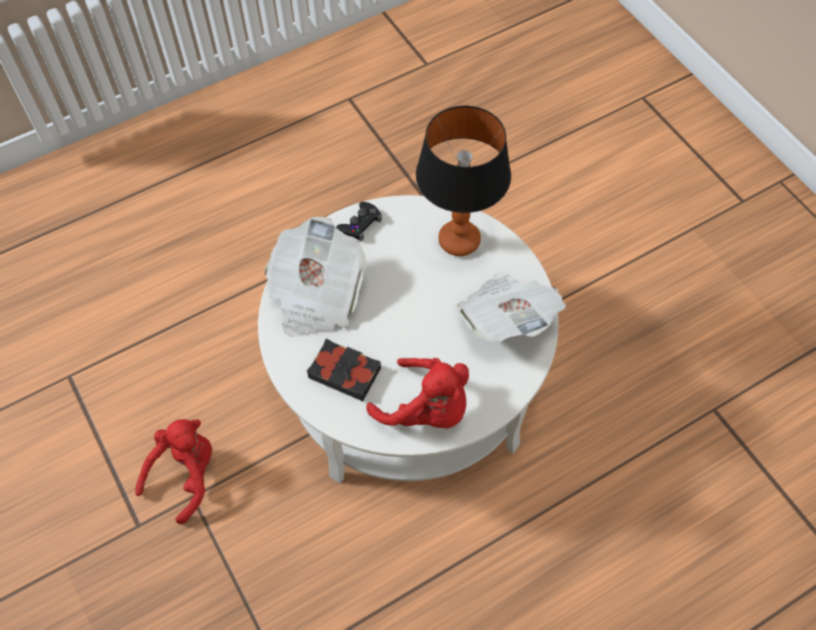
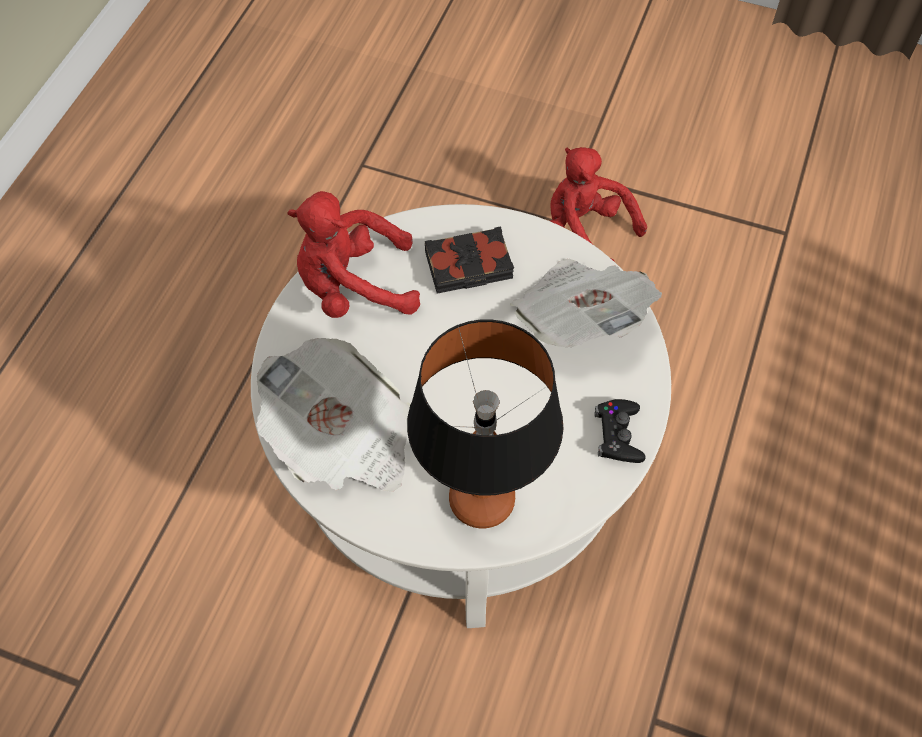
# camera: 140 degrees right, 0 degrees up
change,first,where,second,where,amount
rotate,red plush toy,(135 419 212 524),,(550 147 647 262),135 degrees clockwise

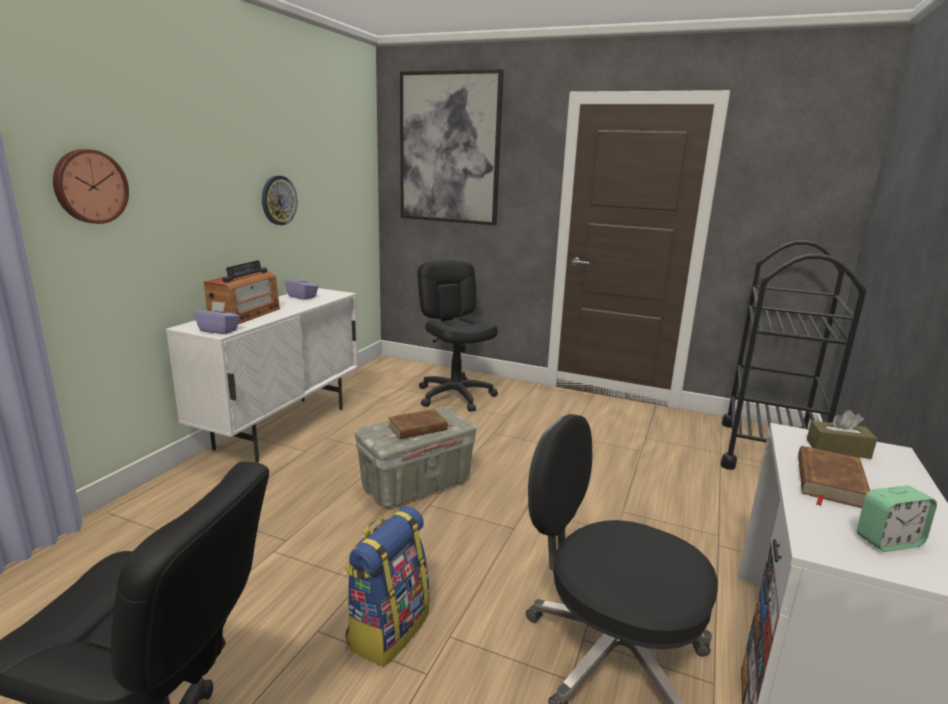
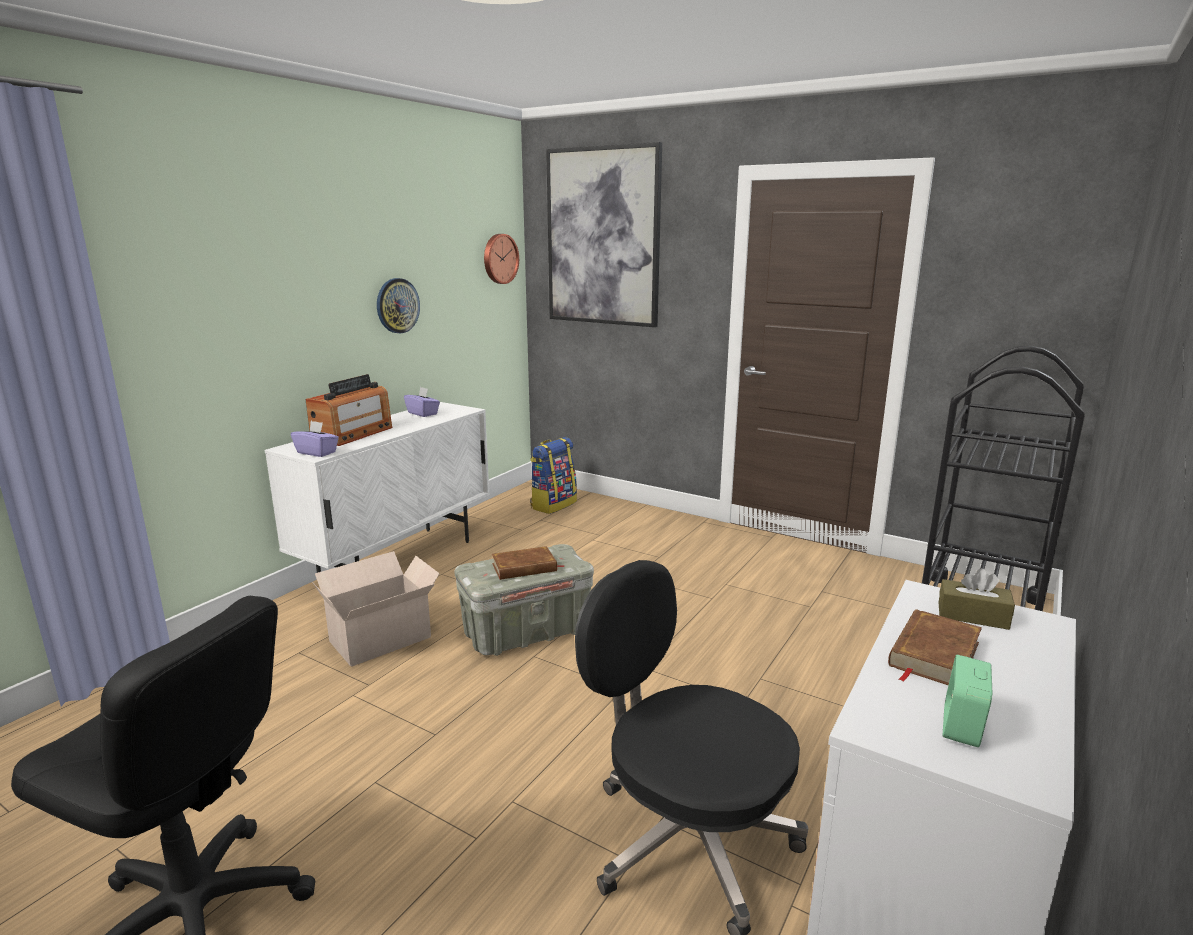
# camera: 10 degrees right, 0 degrees up
change,first,where,second,where,amount
insert,,,cardboard box,(312 551 440 667),
move,wall clock,(53 149 129 224),,(484 234 519 284),
move,backpack,(345 506 430 667),,(530 437 577 514),
rotate,alarm clock,(857 485 937 552),,(943 654 992 747),120 degrees clockwise
delete,black office chair,(417 260 498 412),,,

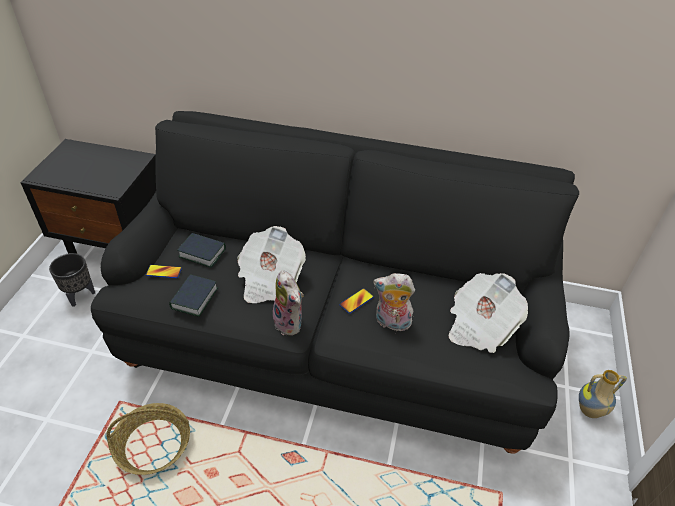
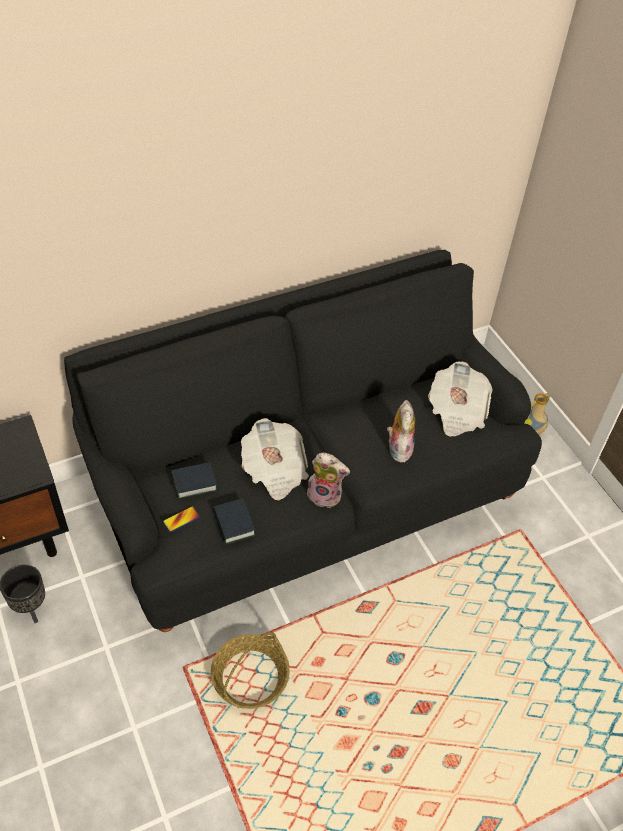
# camera: 40 degrees left, 5 degrees up
change,first,where,second,where,amount
rotate,plush toy,(373 273 415 331),,(387 400 415 463),120 degrees clockwise
delete,phone,(339 288 374 314),,,

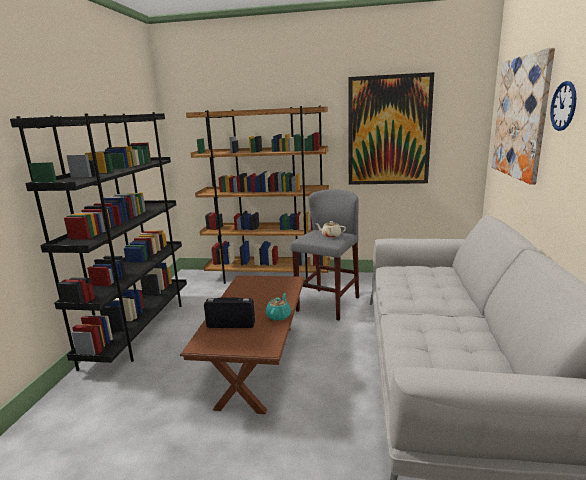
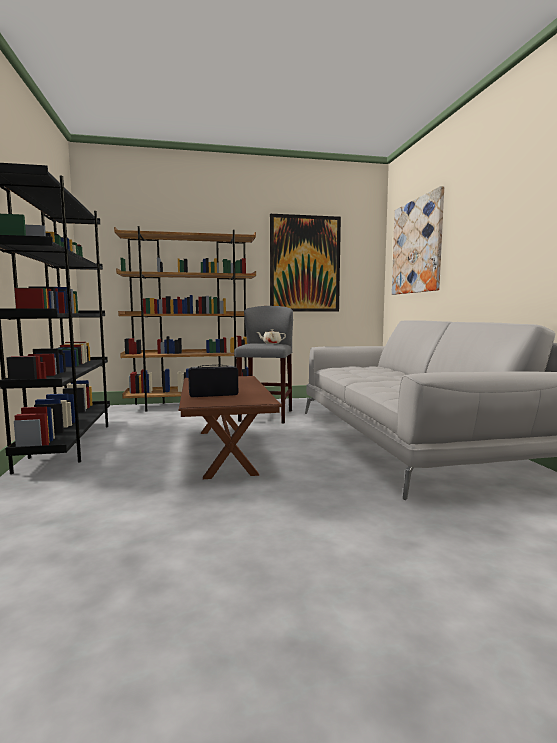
# camera: 20 degrees left, 10 degrees down
change,first,where,second,where,amount
delete,turquoise teapot,(265 293 291 321),,,
delete,wall clock,(550 81 577 131),,,

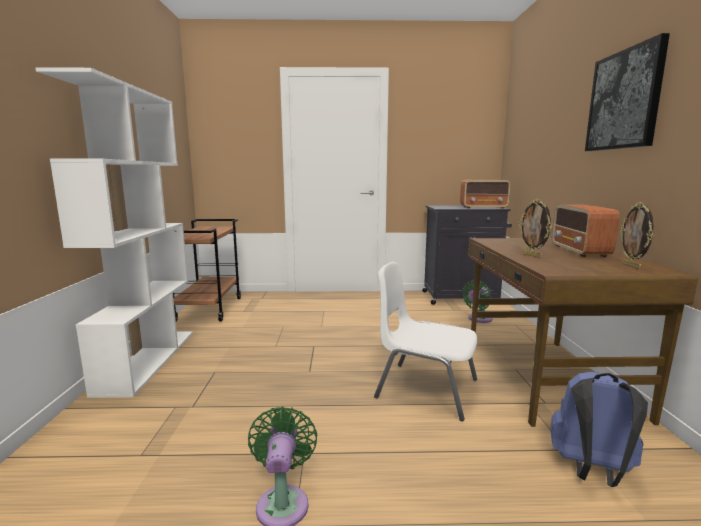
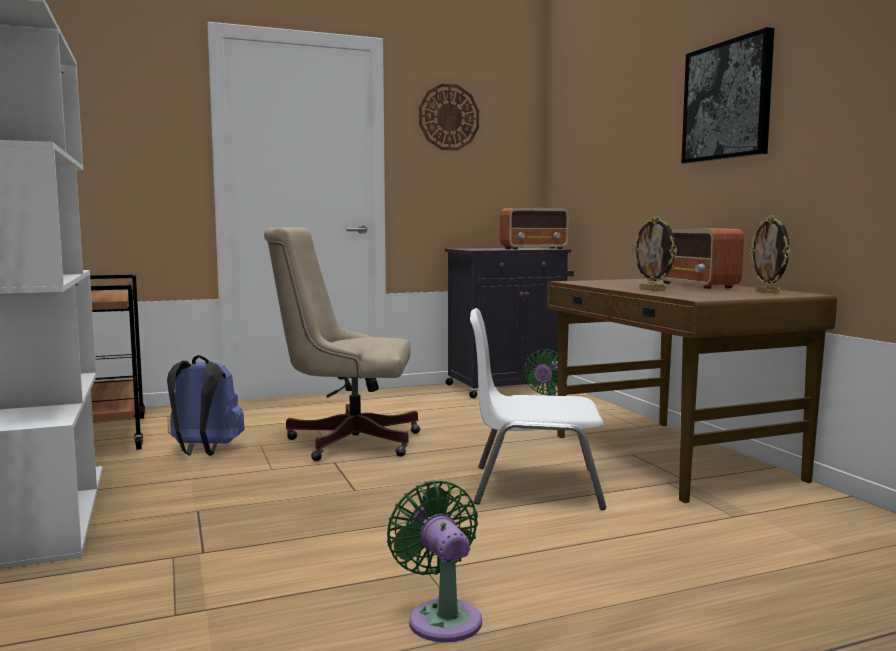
# camera: 20 degrees left, 5 degrees down
change,first,where,second,where,amount
move,blue backpack,(550 372 648 487),,(167 355 245 456),
insert,,,beige office chair,(264 227 420 461),
insert,,,wall clock,(419 84 479 151),

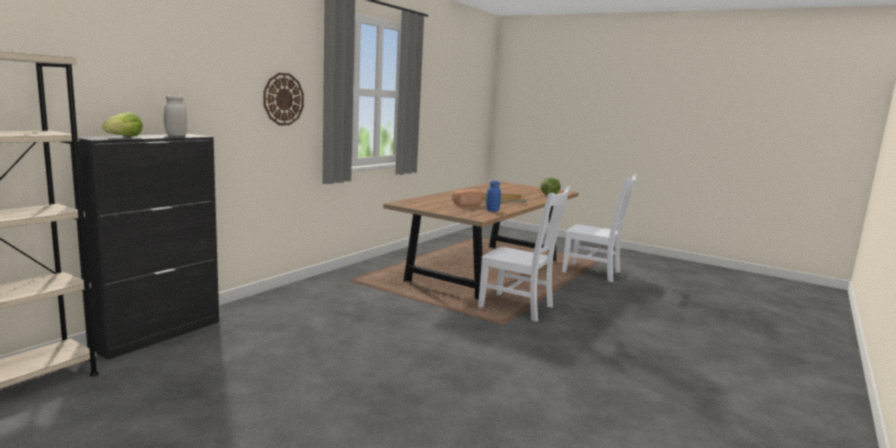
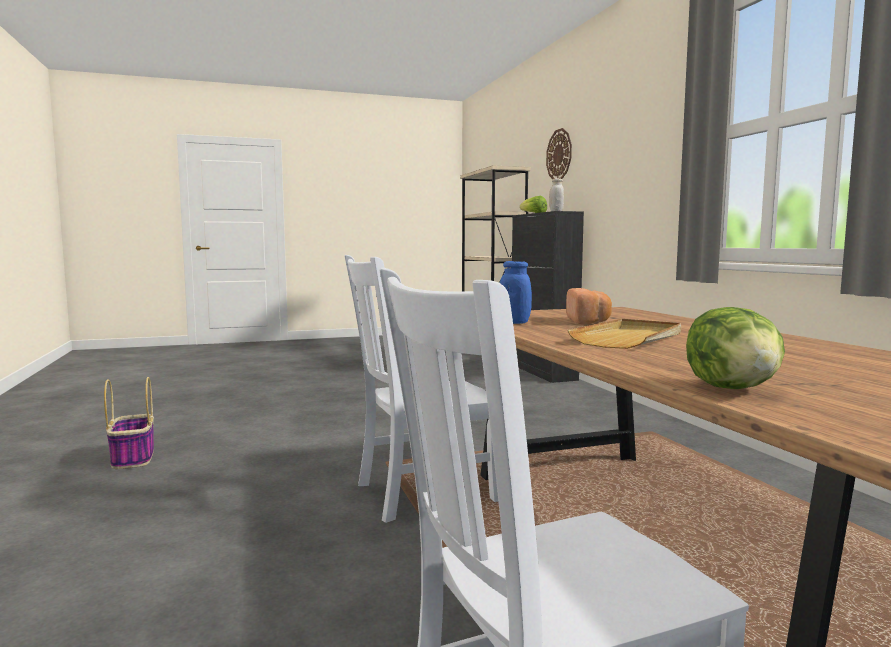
# camera: 130 degrees right, 5 degrees down
change,first,where,second,where,amount
insert,,,basket,(104 377 154 469),
move,wall clock,(263 73 304 125),,(546 128 572 179),

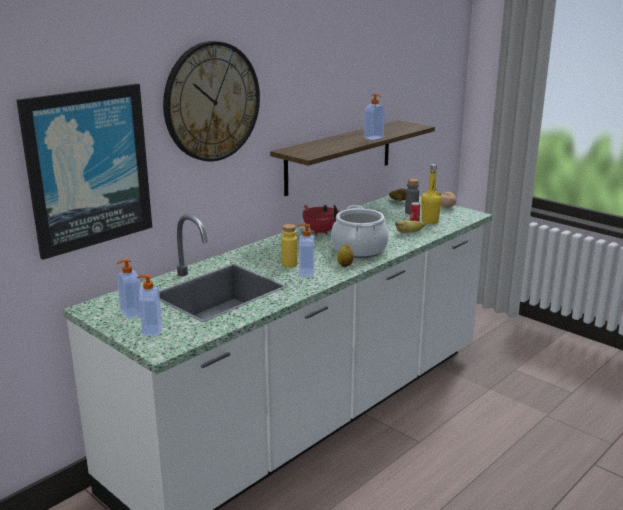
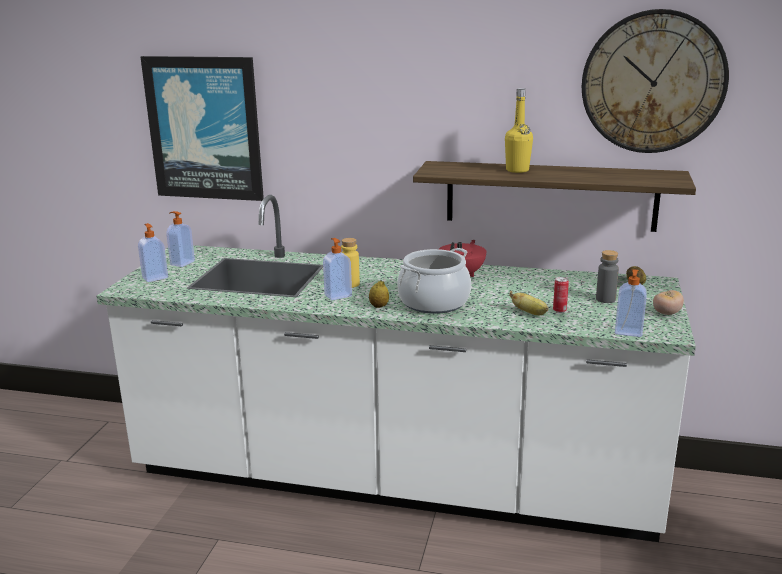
# camera: 60 degrees right, 0 degrees up
change,first,where,second,where,amount
move,yellow bottle,(421 164 442 224),,(505 88 533 173),
move,wall clock,(163 41 260 161),,(582 9 729 153),
move,soap dispenser,(364 94 385 140),,(615 269 647 337),

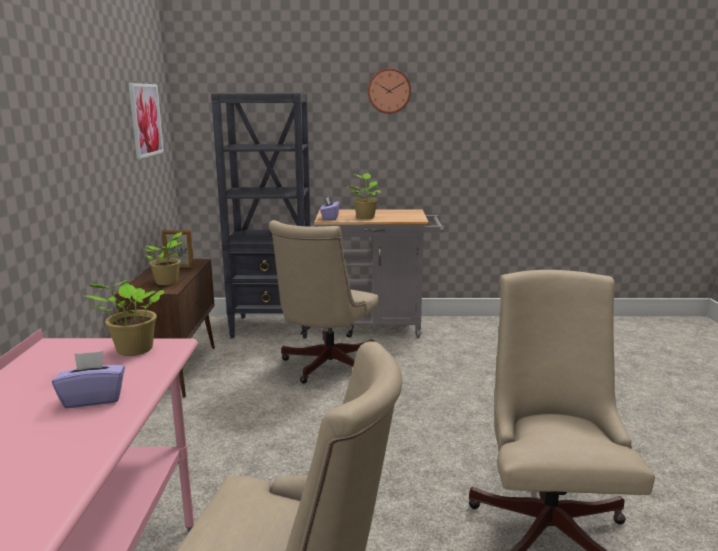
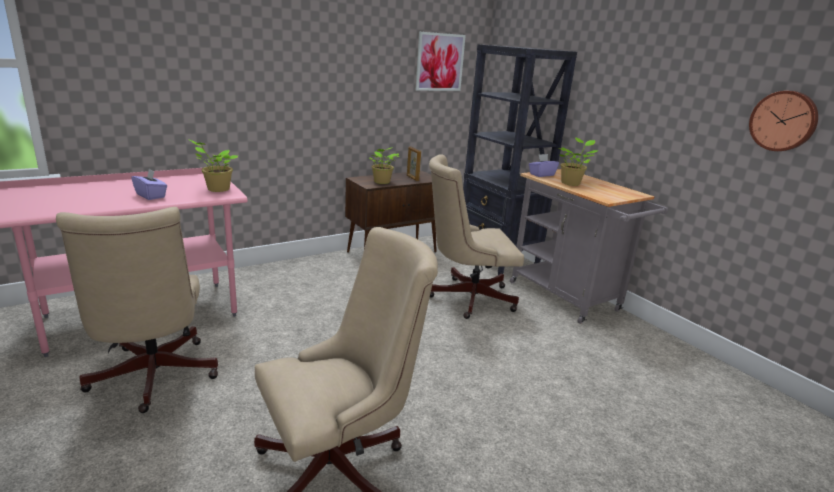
# camera: 55 degrees right, 5 degrees up
change,first,where,second,where,amount
move,wall clock,(368 68 411 114),,(749 91 818 151),

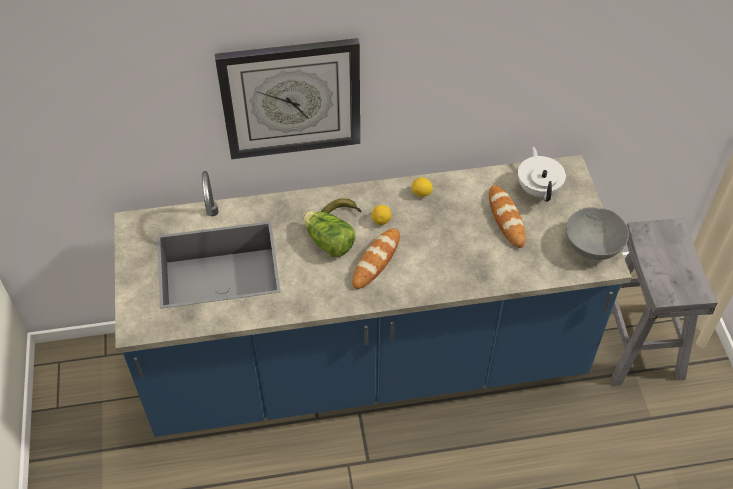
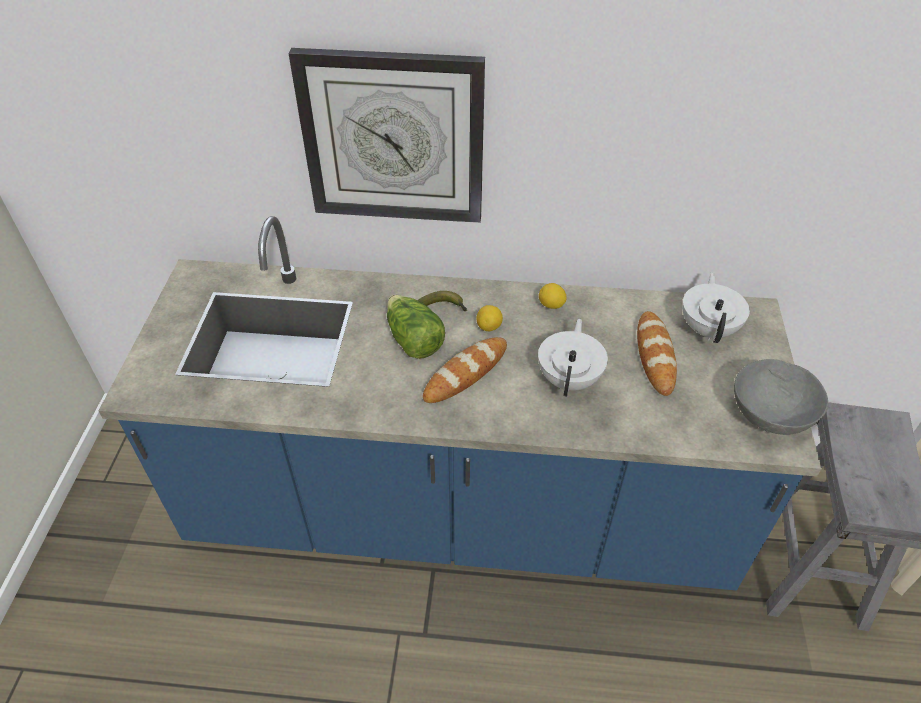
# camera: 15 degrees right, 5 degrees down
change,first,where,second,where,amount
insert,,,white teapot,(538 319 608 397),

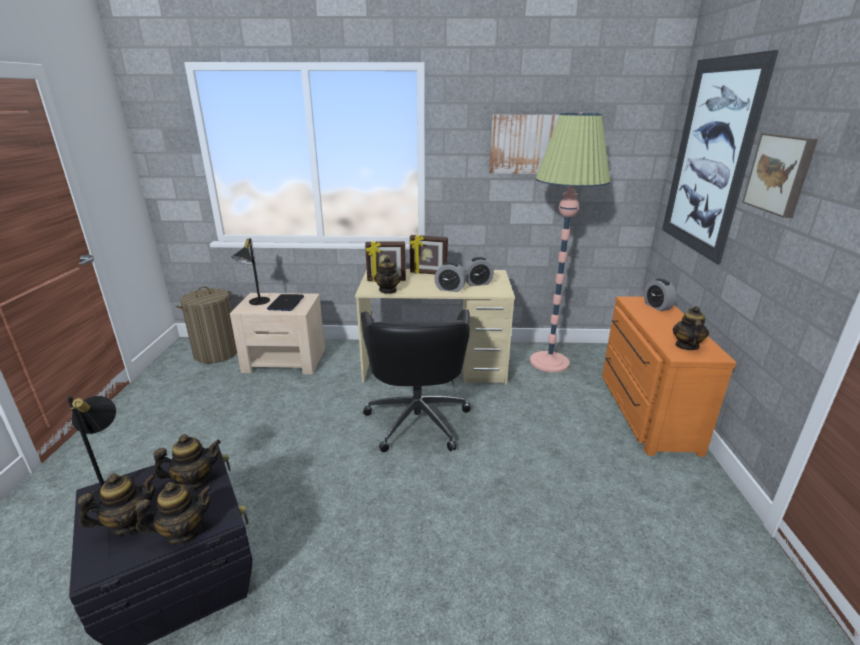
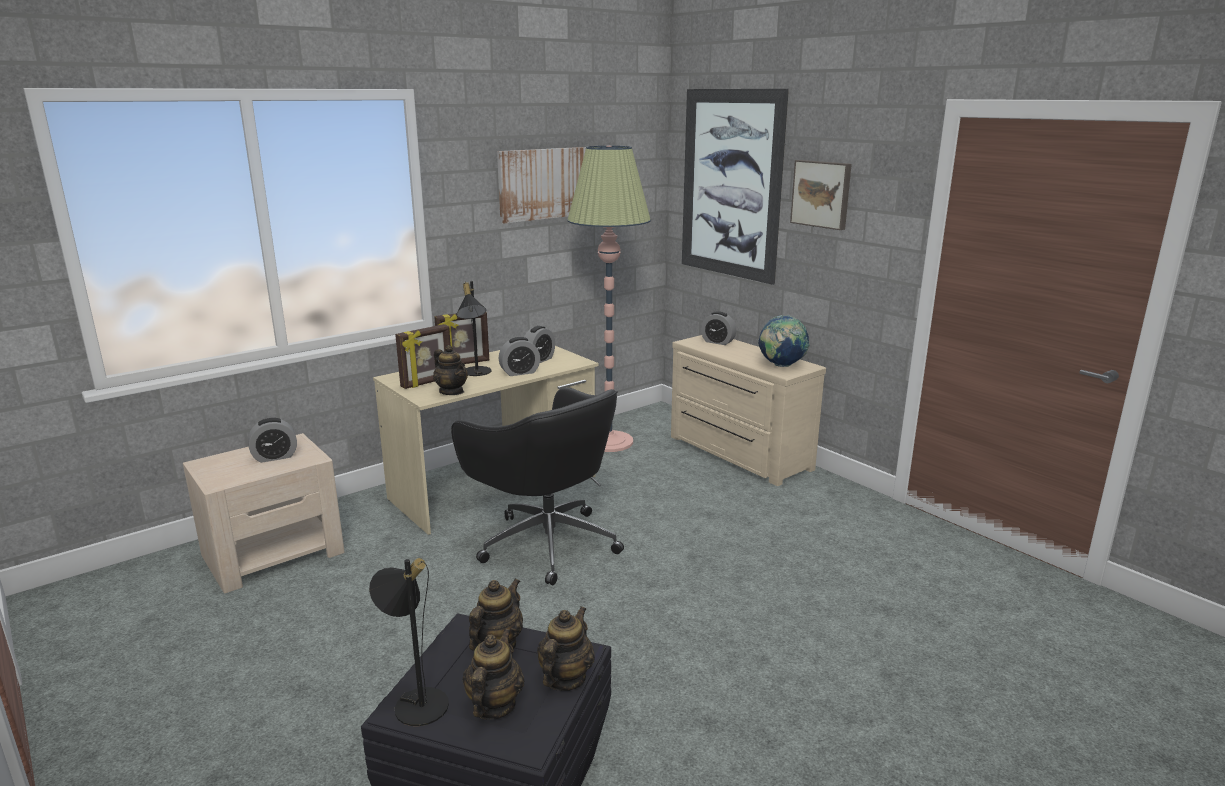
# camera: 40 degrees left, 5 degrees down
change,first,where,second,where,amount
replace,laptop,(267 294 304 311),alarm clock,(248 418 297 463),
move,black table lamp,(231 238 270 305),,(456 281 492 376),
recolor,orange dresser,(602 296 736 457),beige dresser,(671 335 826 486),
replace,teapot,(673 306 709 350),globe,(758 315 810 367),
delete,laundry basket,(176 286 237 364),,,

